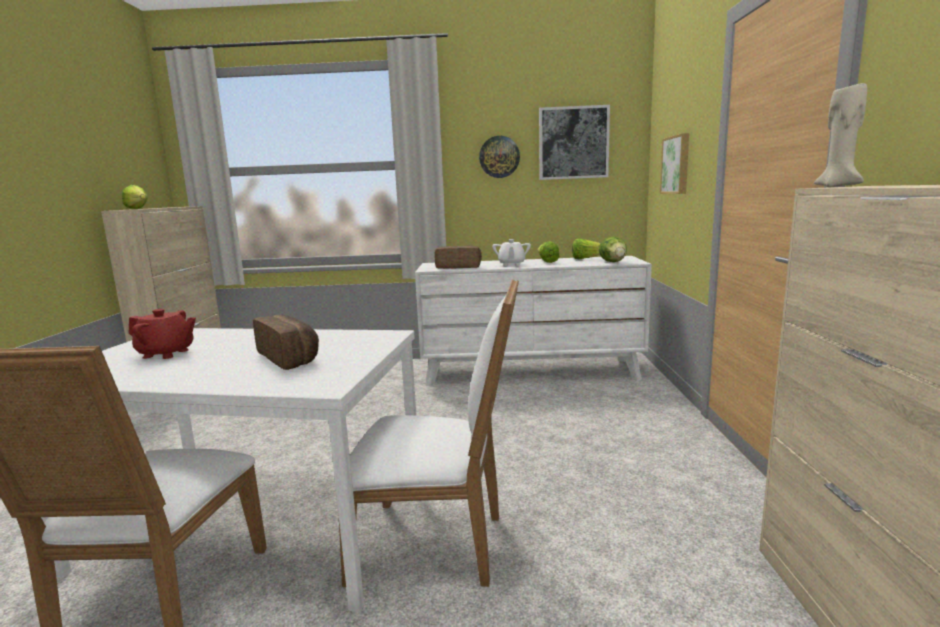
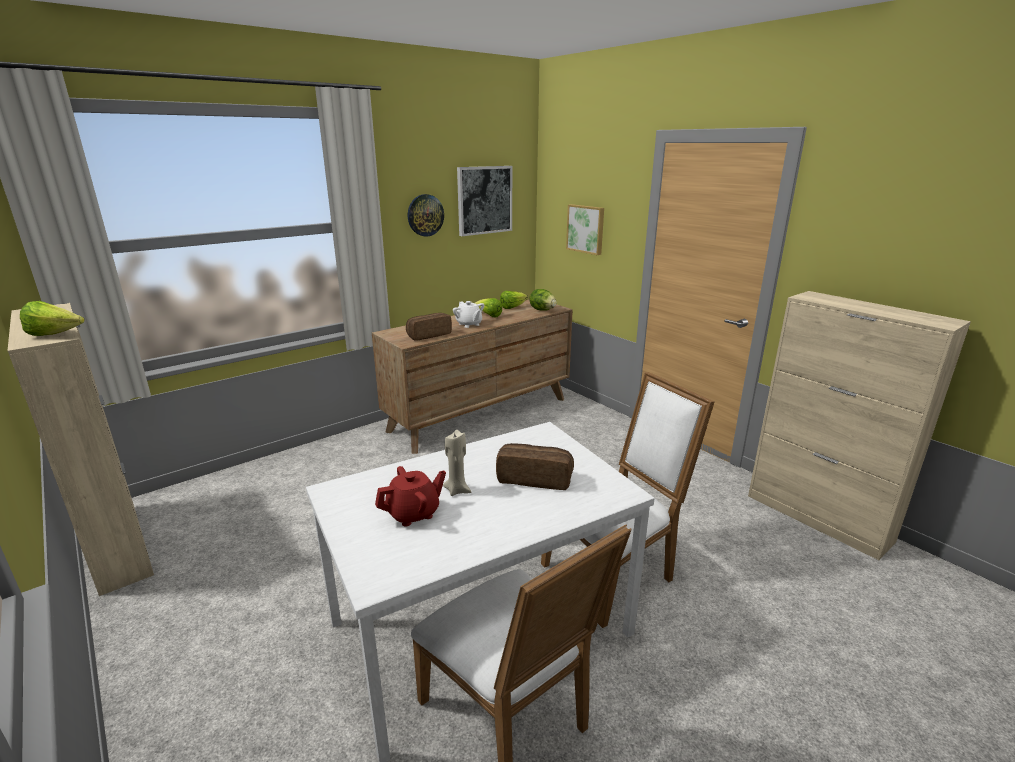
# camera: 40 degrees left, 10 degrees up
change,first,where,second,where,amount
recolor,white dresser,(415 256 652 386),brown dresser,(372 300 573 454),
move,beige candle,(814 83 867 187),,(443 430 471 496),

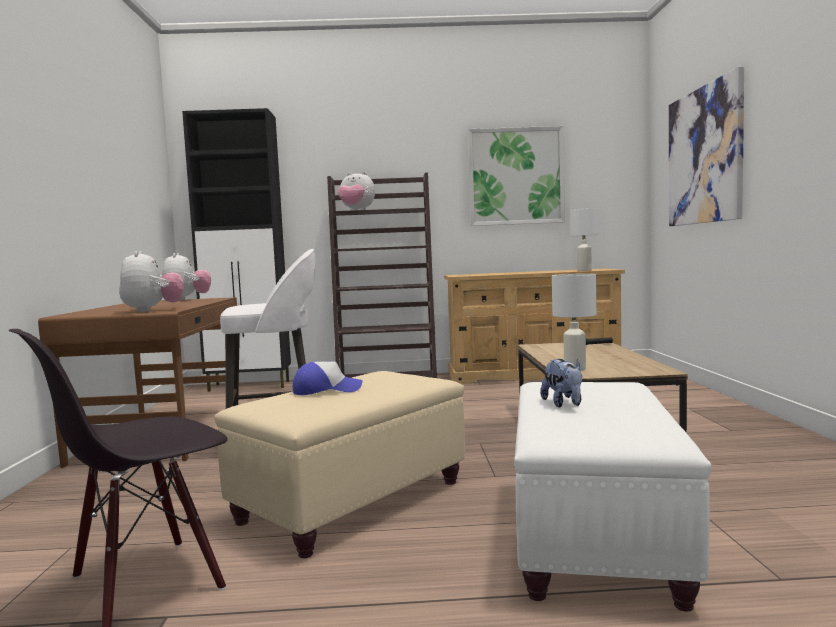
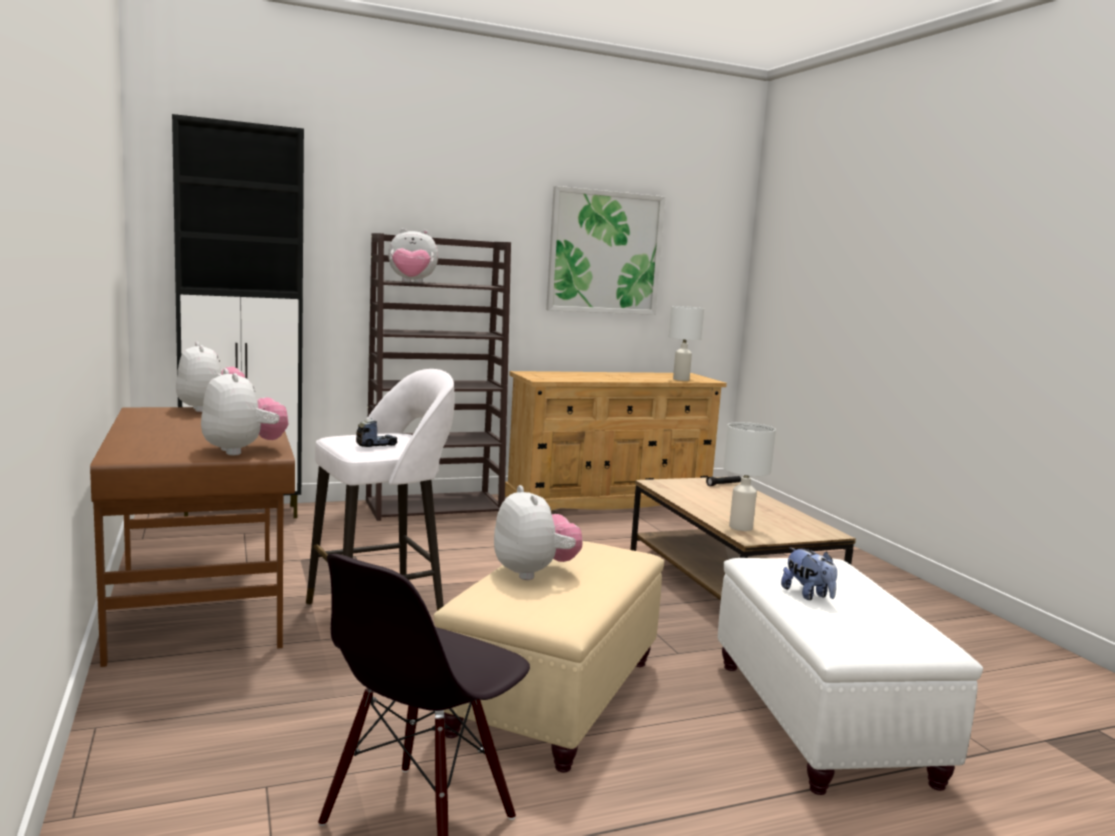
# camera: 20 degrees left, 5 degrees up
change,first,where,second,where,amount
insert,,,toy truck,(356 418 397 447),
replace,cap,(293 361 363 395),plush toy,(494 485 583 580),
delete,picture,(669 66 744 226),,,

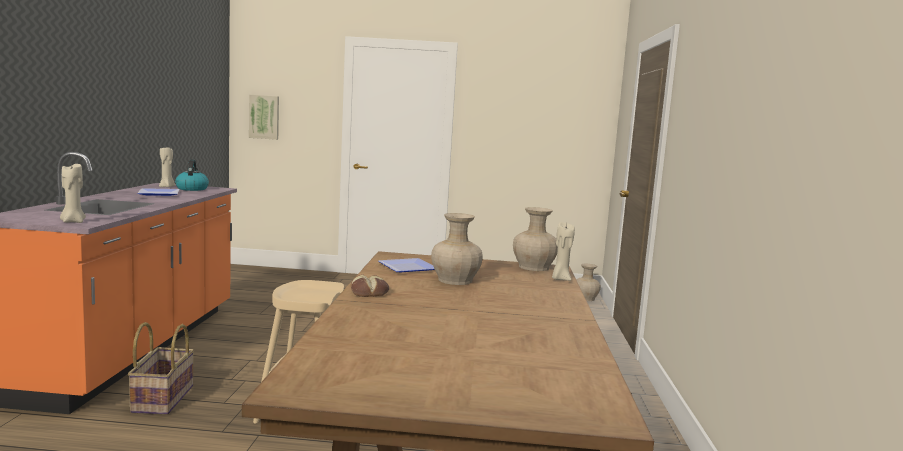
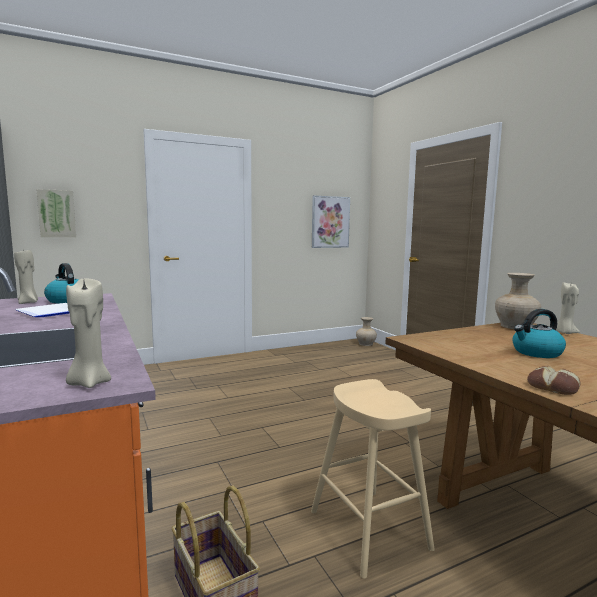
# camera: 30 degrees left, 0 degrees up
change,first,where,second,where,amount
insert,,,picture,(312 196 350 248),
replace,beige vase,(431 213 483 285),kettle,(512 309 566 358),
delete,plate,(378 258 435 272),,,

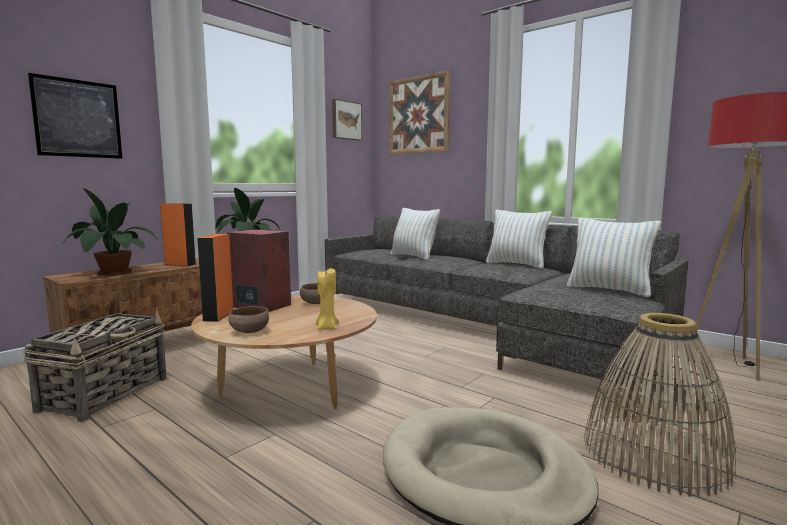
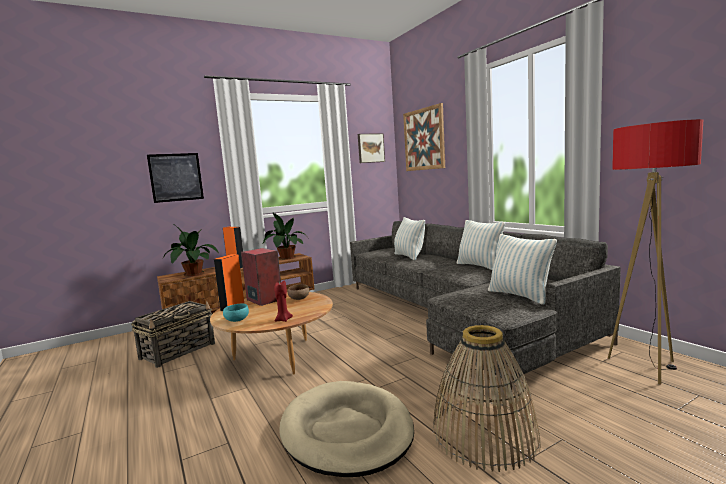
# camera: 20 degrees right, 0 degrees up
change,first,where,second,where,amount
recolor,brown bowl,(228 306 269 333),turquoise bowl,(223 303 249 322),
recolor,yellow candle,(316 268 339 330),red candle,(274 281 293 322),

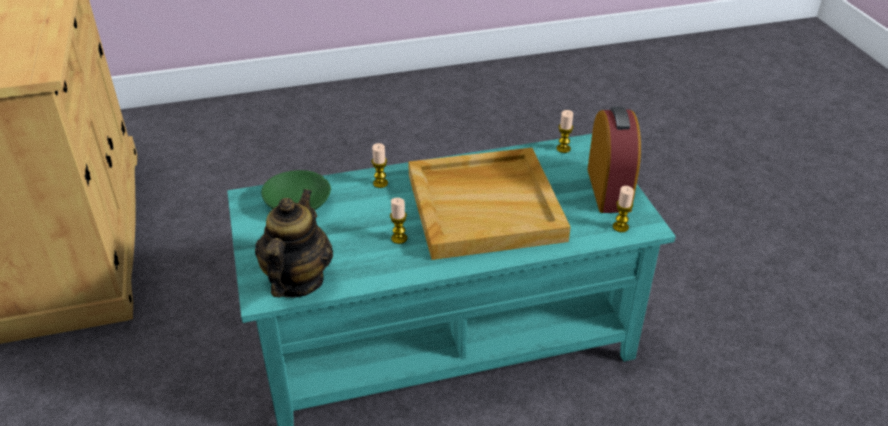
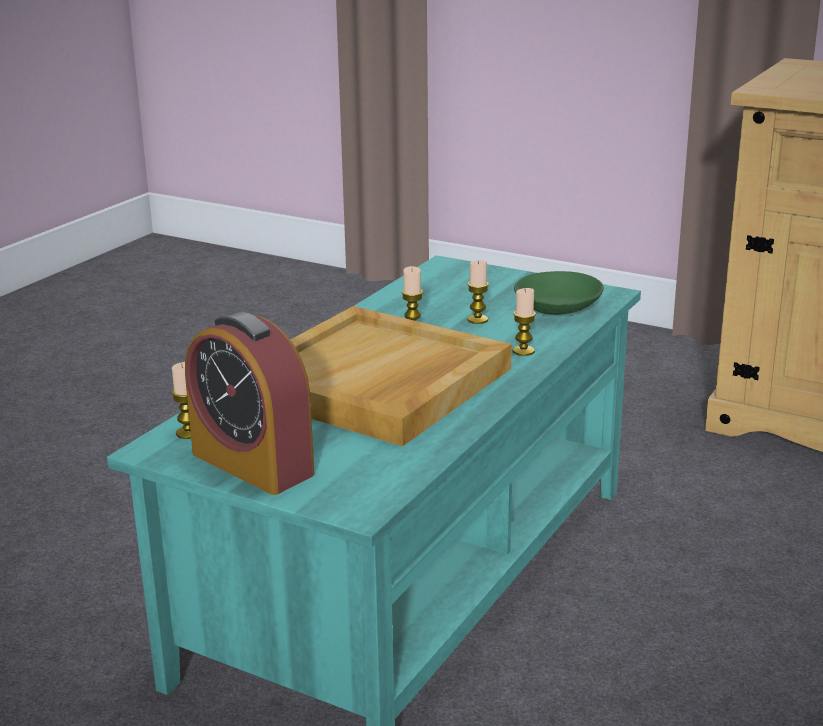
# camera: 135 degrees right, 15 degrees down
change,first,where,second,where,amount
move,candle,(556 110 573 153),,(467 260 489 324),
delete,teapot,(255 189 333 298),,,

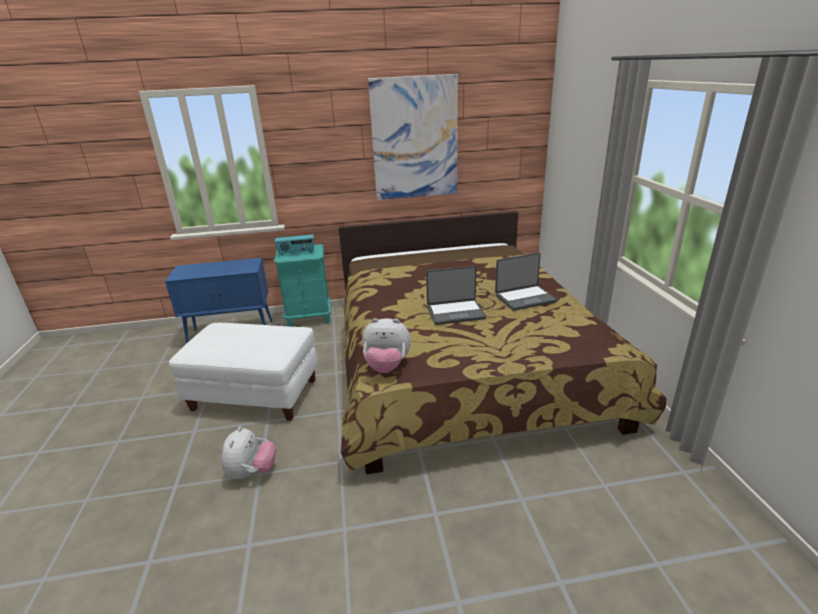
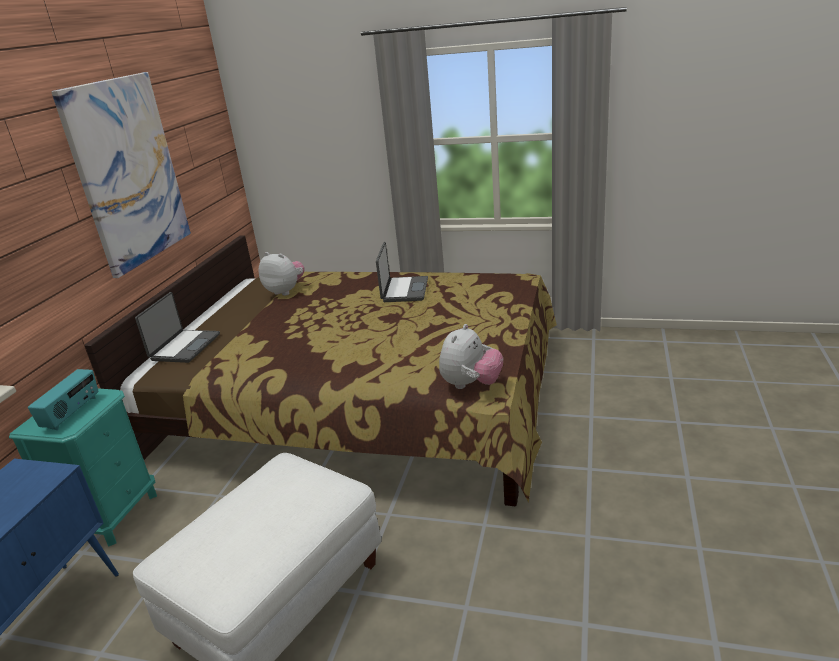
# camera: 65 degrees left, 0 degrees up
change,first,where,second,where,amount
move,laptop,(426 266 486 325),,(135 292 220 363),
move,plush toy,(221 426 276 480),,(259 252 305 296),

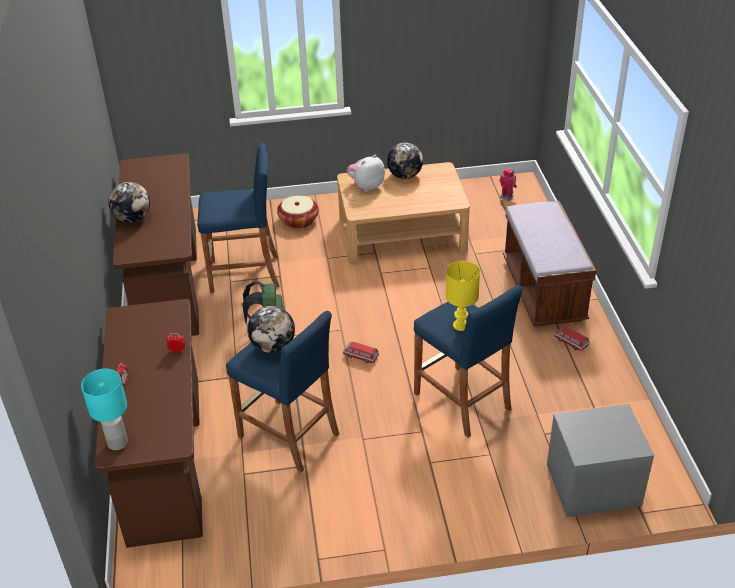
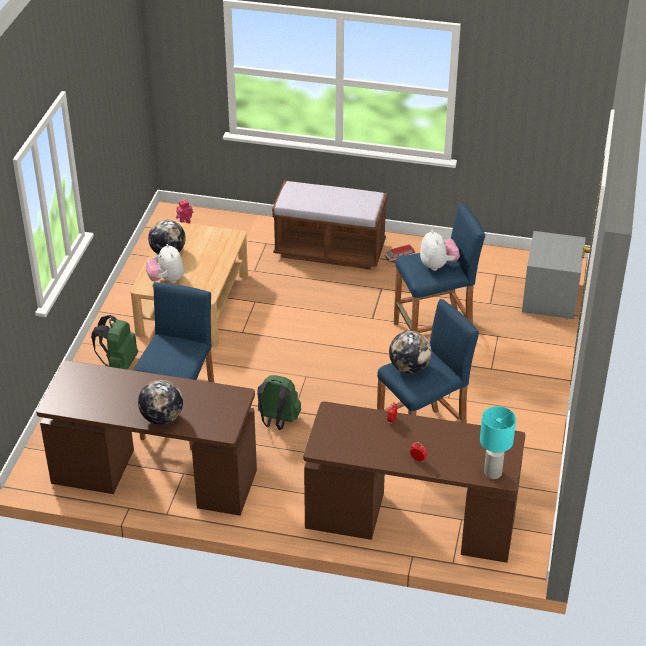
# camera: 70 degrees left, 0 degrees up
change,first,where,second,where,amount
replace,basket,(277 195 319 229),green backpack,(91 315 138 370),
replace,yellow table lamp,(446 261 480 331),plush toy,(420 230 460 271),
delete,toy car,(343 342 379 364),,,

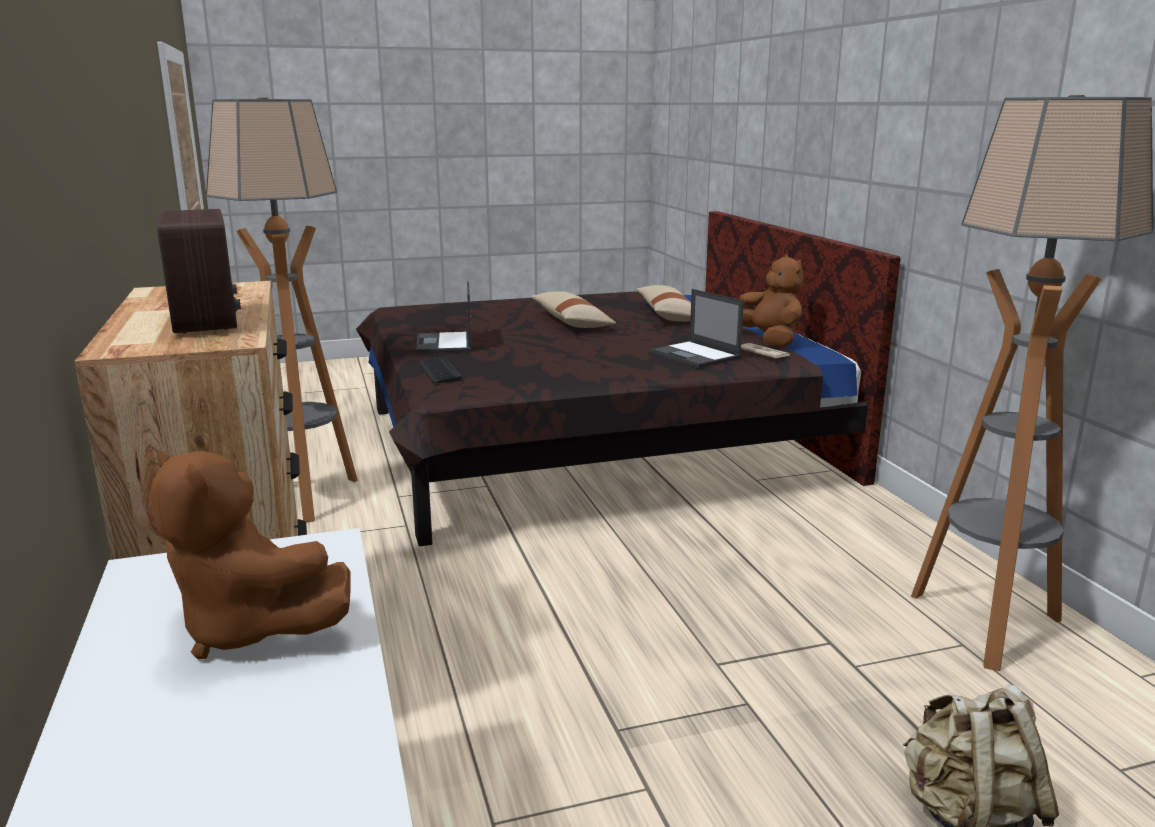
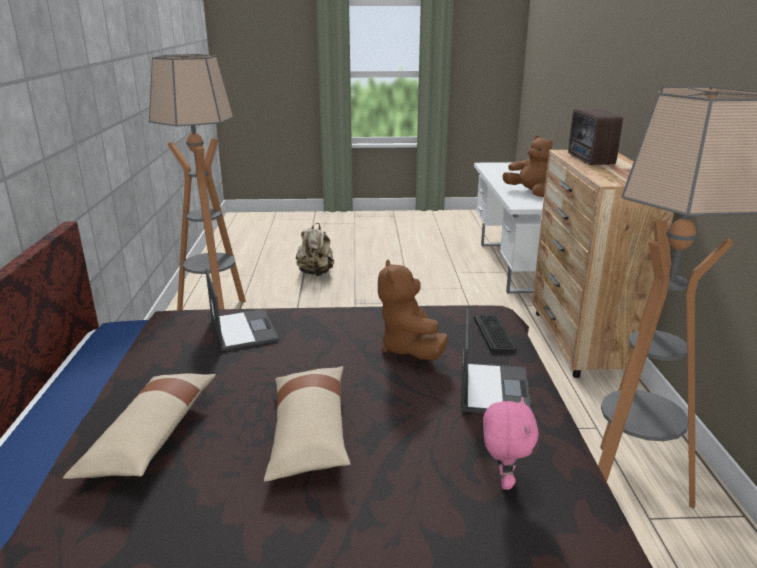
# camera: 165 degrees left, 5 degrees up
change,first,where,second,where,amount
move,brown plush toy,(740 254 803 347),,(378 259 448 360),
insert,,,pink plush toy,(483 397 539 490),
delete,newspaper,(741 343 790 358),,,

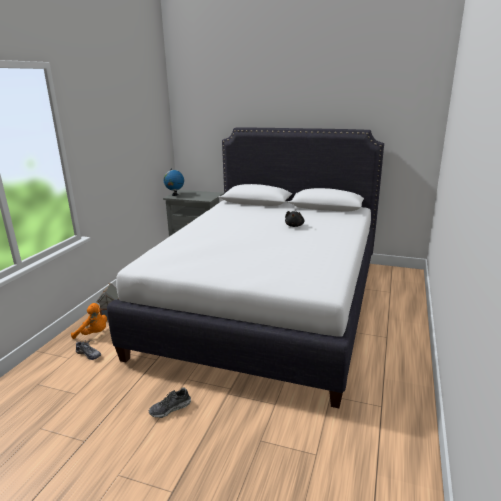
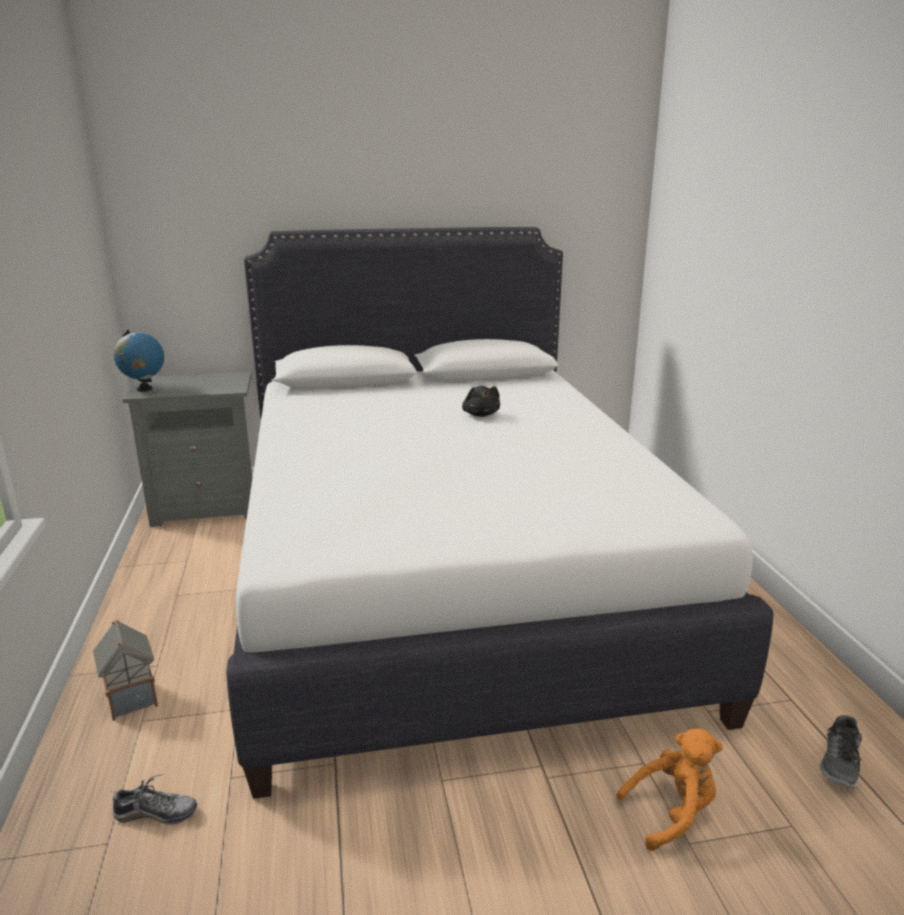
# camera: 30 degrees left, 0 degrees up
change,first,where,second,where,amount
move,orange plush toy,(71 303 107 339),,(616 729 723 851),
move,shoe,(149 387 191 418),,(820 715 862 788),

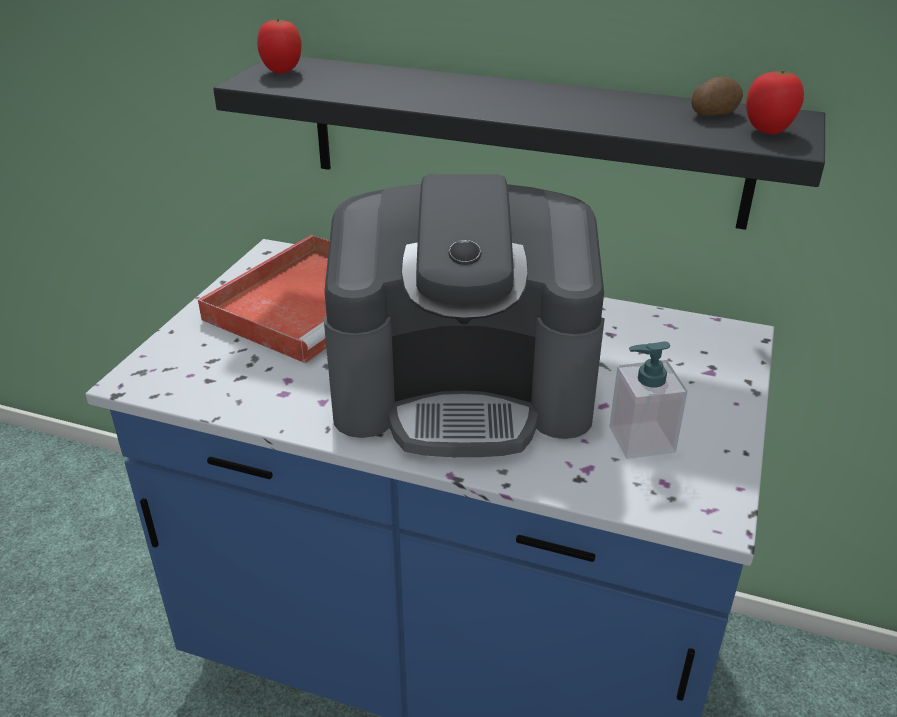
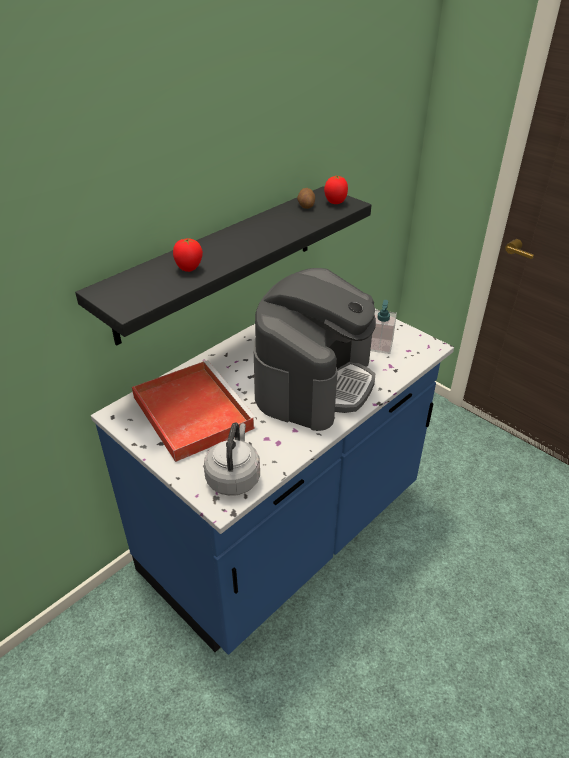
# camera: 65 degrees left, 5 degrees up
change,first,where,second,where,amount
move,tomato,(257 19 302 73),,(173 238 203 272),
insert,,,grey kettle,(204 422 260 496),

